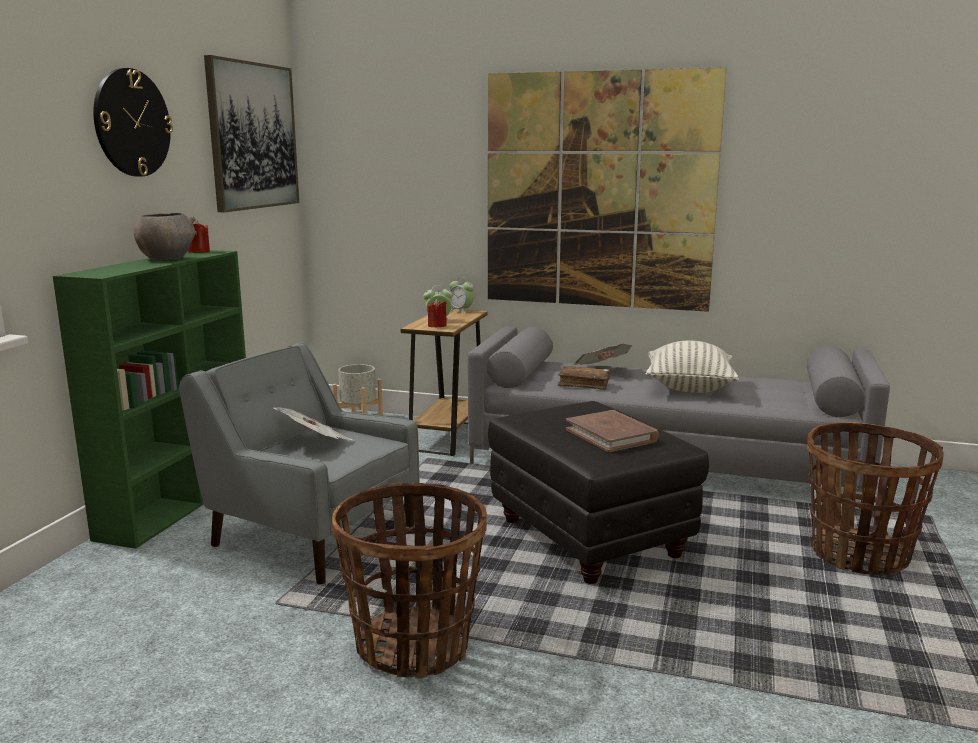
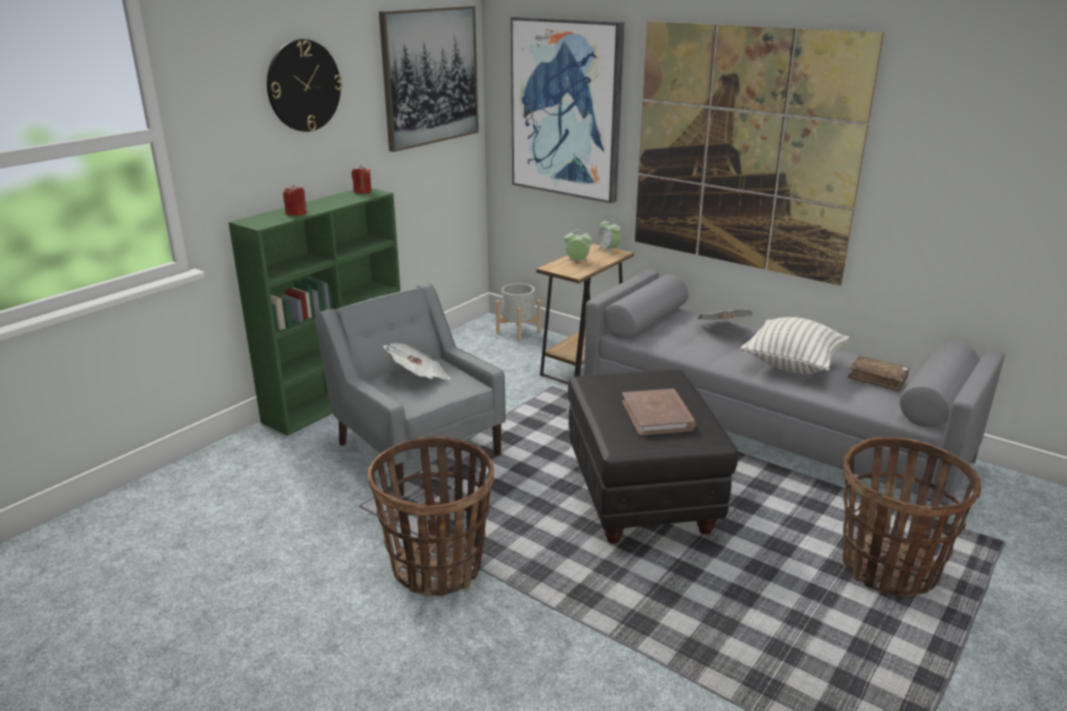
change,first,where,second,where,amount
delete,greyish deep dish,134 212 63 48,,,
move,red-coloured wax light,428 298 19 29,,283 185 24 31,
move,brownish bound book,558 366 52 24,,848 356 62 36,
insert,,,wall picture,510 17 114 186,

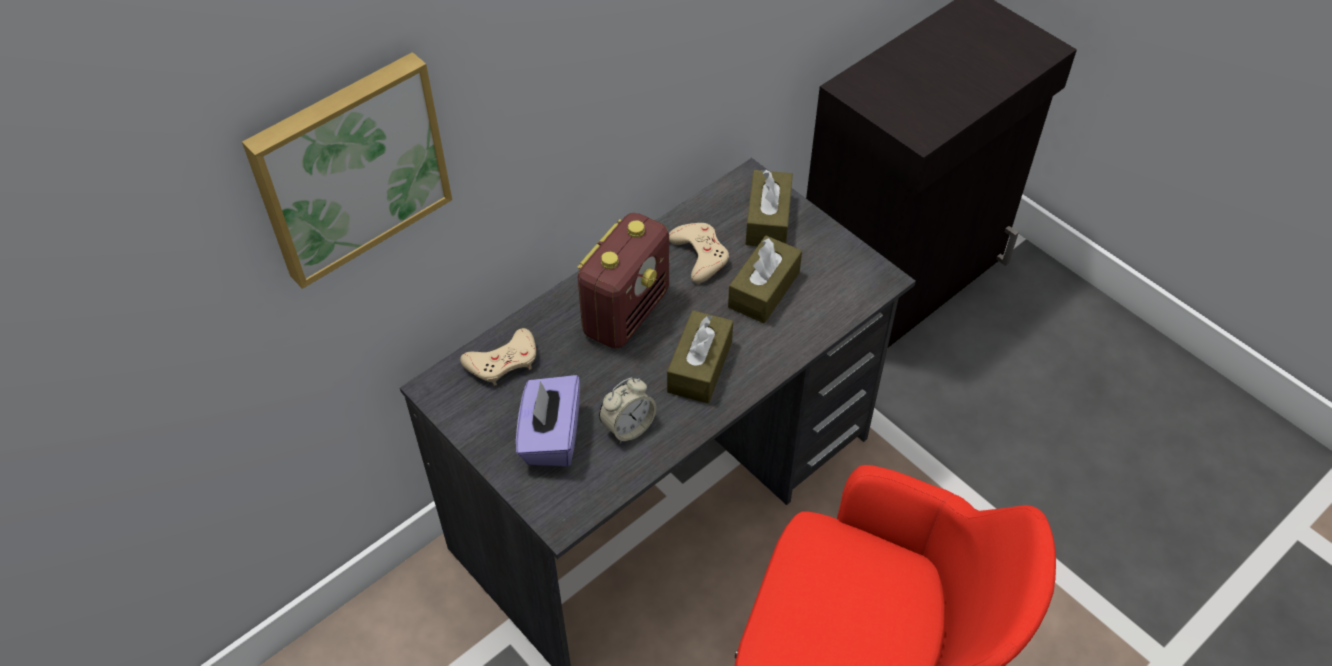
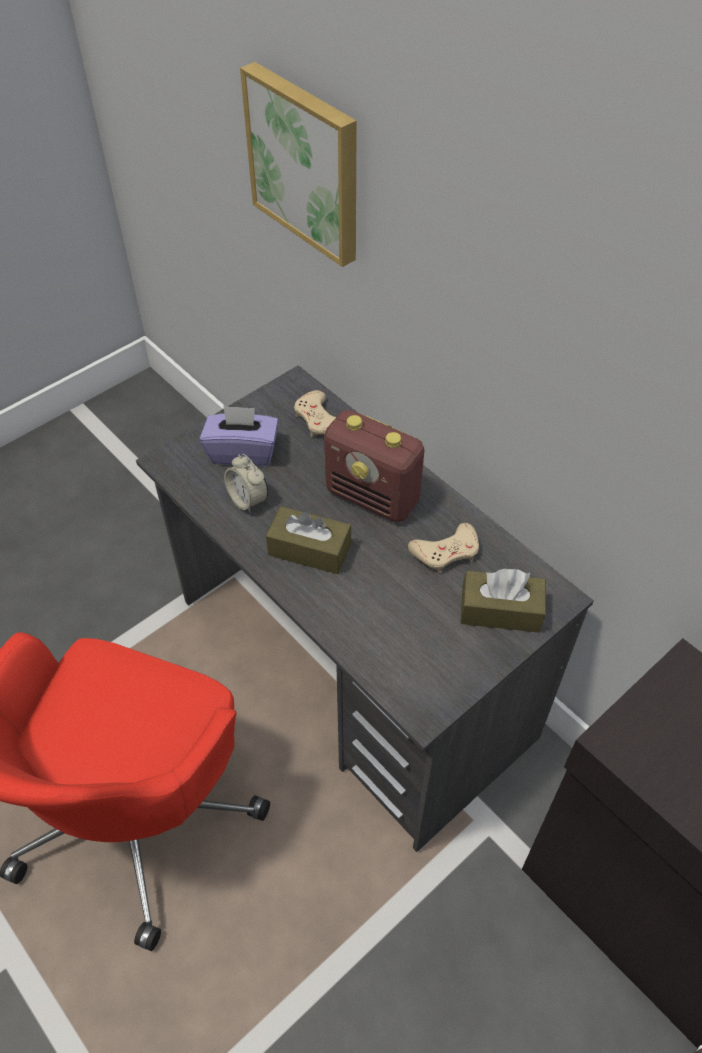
change,first,where,second,where,amount
delete,brownish box of tissues,728 236 74 87,,,

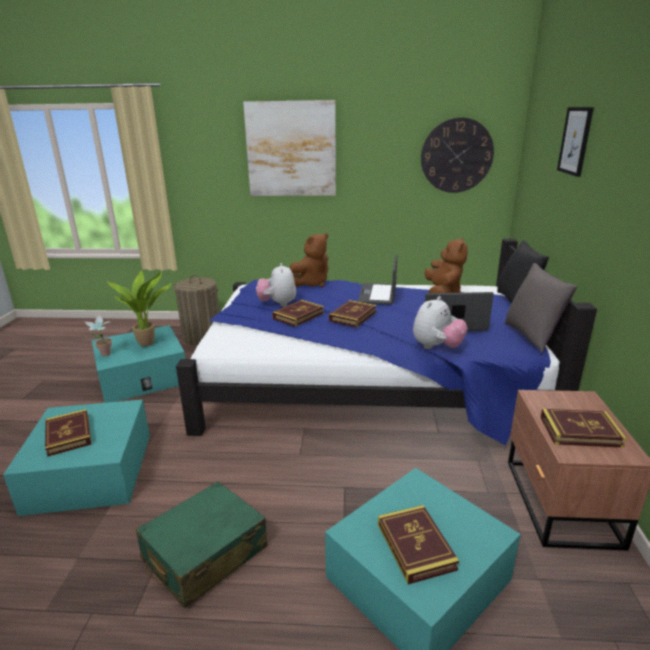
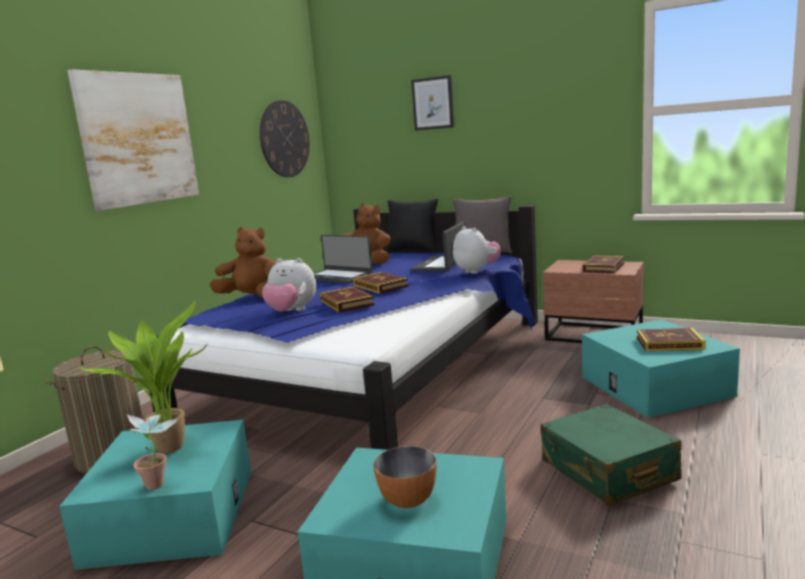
change,first,where,second,where,amount
rotate,brownish cuddly toy,290 233 38 54,,210 227 66 71,60 degrees counterclockwise
replace,bound book,45 409 47 48,deep dish,373 446 63 62,

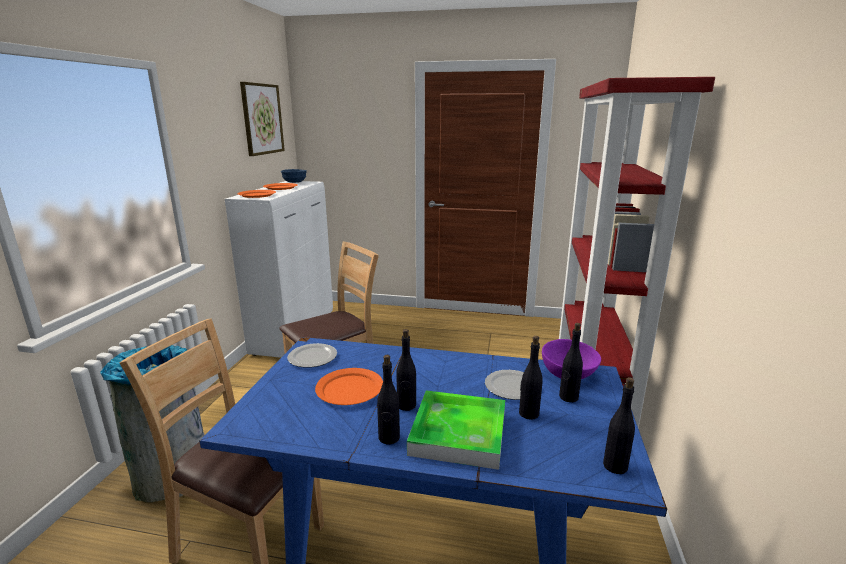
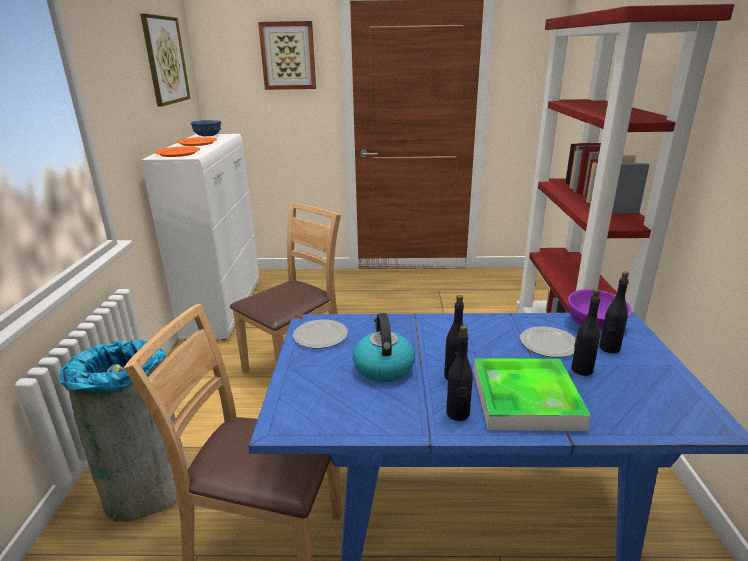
change,first,where,second,where,amount
replace,orange plate,315 368 68 37,kettle,353 313 62 69,
delete,blackish drink bottle,603 377 32 97,,,
insert,,,wall picture,258 21 58 69,

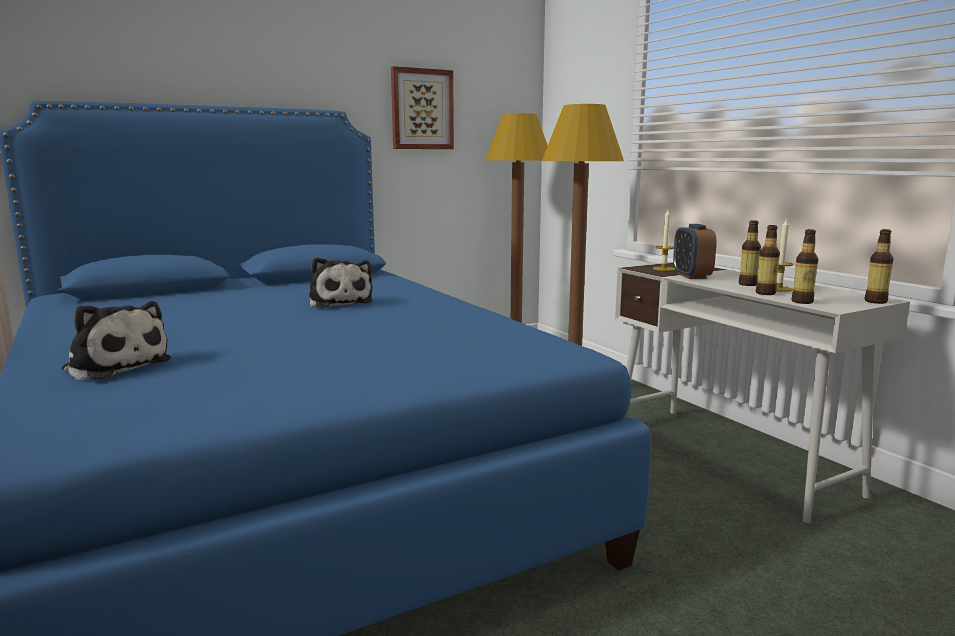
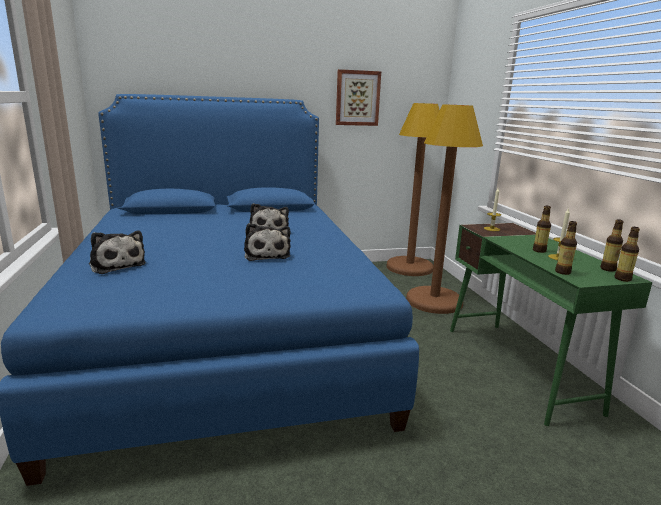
change,first,where,second,where,amount
delete,bedside clock,673 224 44 55,,,
move,drink bottle,756 225 24 70,,600 219 24 53,
recolor,white desk unit,615 262 295 261,green-coloured desk unit,450 223 202 203,
insert,,,cuddly toy,244 223 47 38,

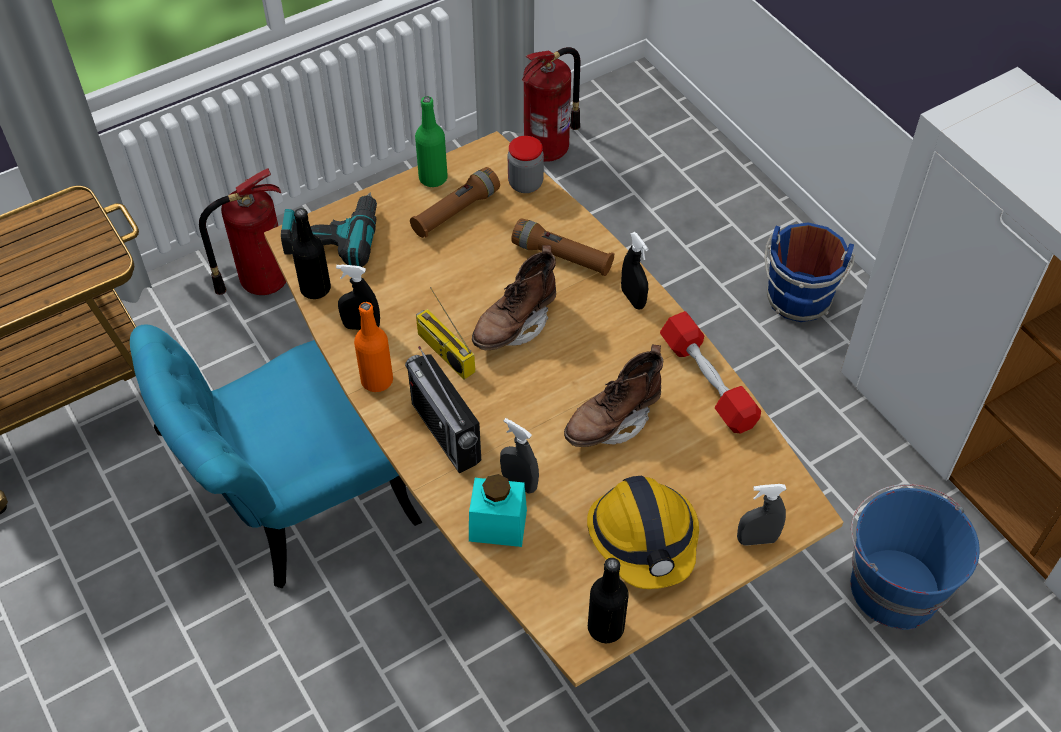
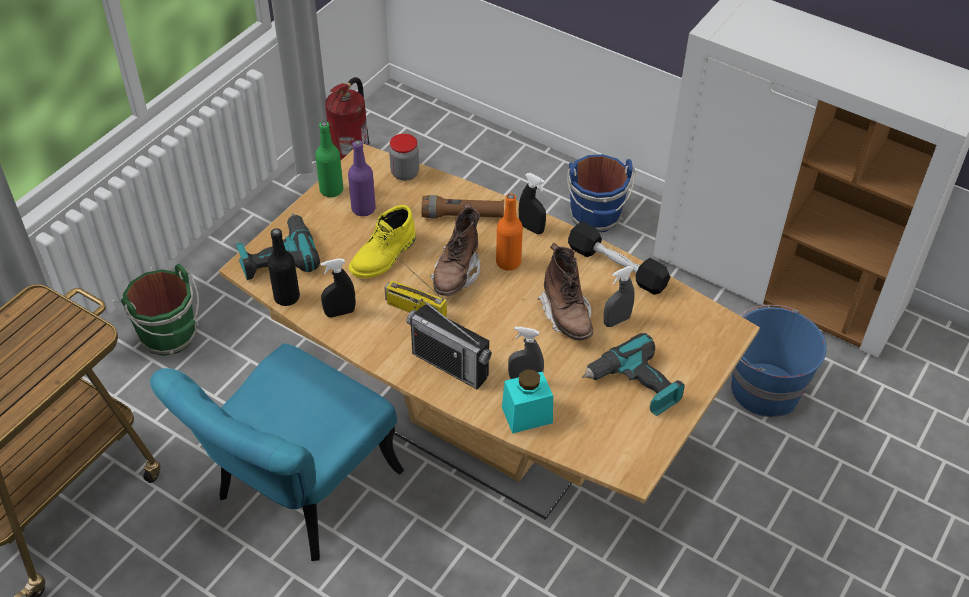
change,first,where,second,where,amount
replace,brownish torch,410 167 90 71,purple drink bottle,348 140 28 77,
replace,extinguisher,199 168 87 127,green-coloured pail,121 264 78 92,
move,orange drink bottle,354 302 39 90,,496 194 27 77,
recolor,red-coloured free weight,660 311 101 122,blackish free weight,568 221 102 74,
rotate,brownish boot,564 345 99 102,,538 243 55 97,45 degrees counterclockwise
replace,hard hat,587 476 112 113,drill,582 333 103 83,
move,greyish hand sprayer,737 484 49 62,,604 266 31 61,
delete,blackish drink bottle,588 558 41 85,,,
insert,,,yellow boot,349 205 67 73,

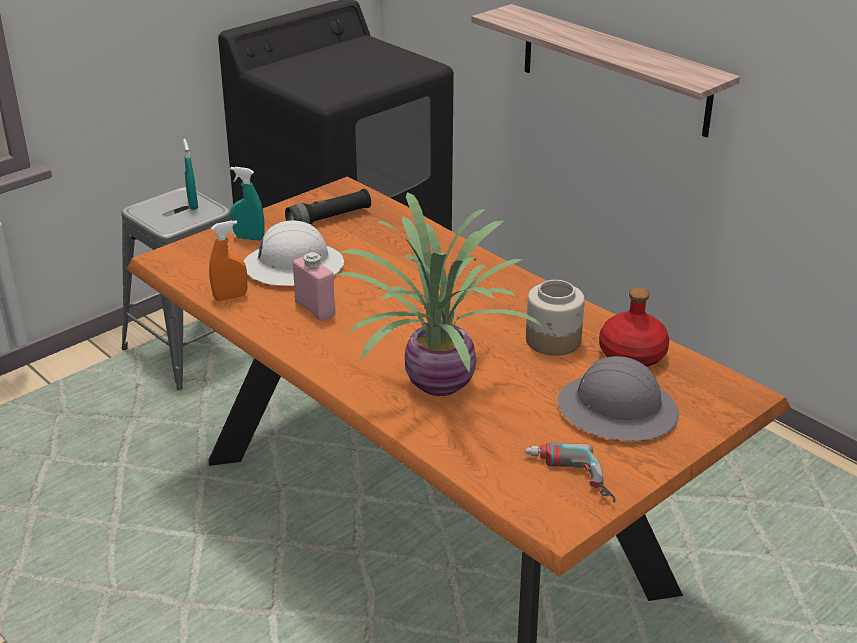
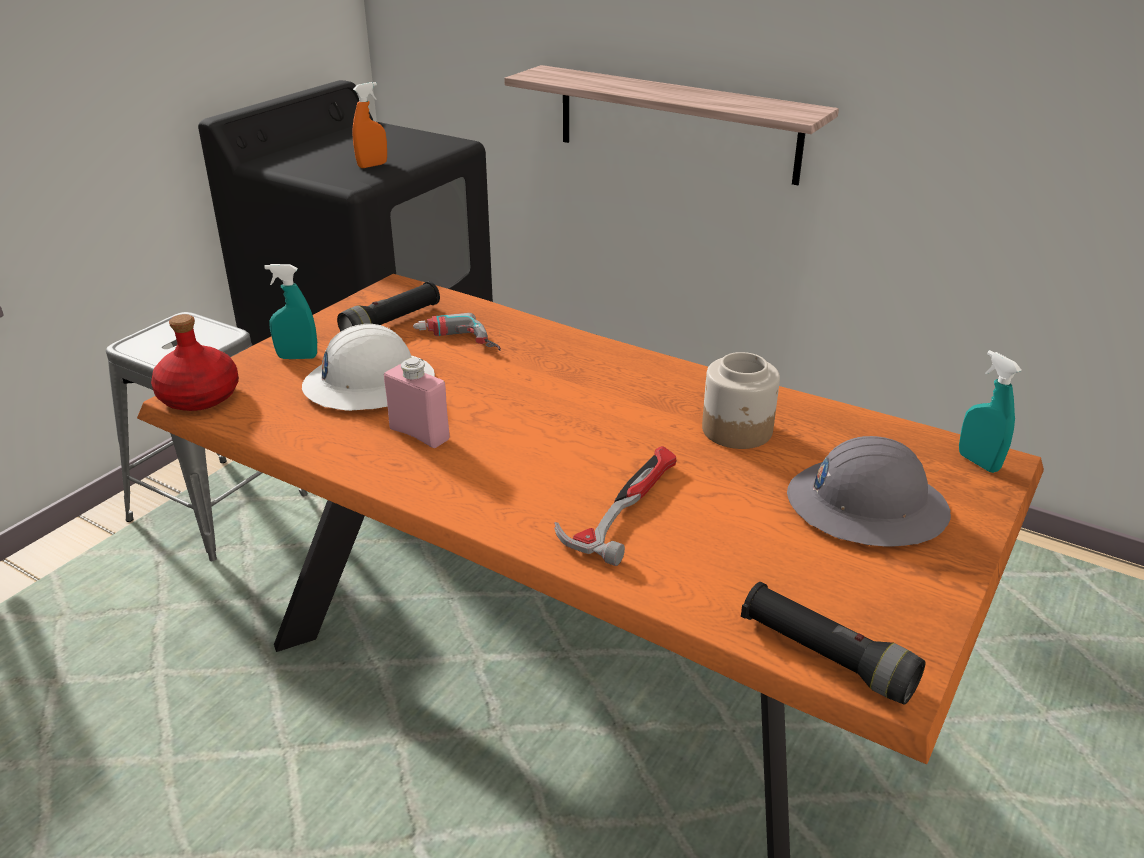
change,first,where,second,where,amount
move,blue-green hand sprayer,183 139 15 71,,959 350 63 123,
replace,houseplant,335 192 208 204,tool hammer,554 446 122 120,
move,orange hand sprayer,209 220 38 81,,352 82 35 86,
move,red-coloured drink bottle,599 288 70 79,,151 314 88 97,
move,drill,525 443 91 59,,413 313 88 38,
insert,,,blackish torch,741 582 185 122,

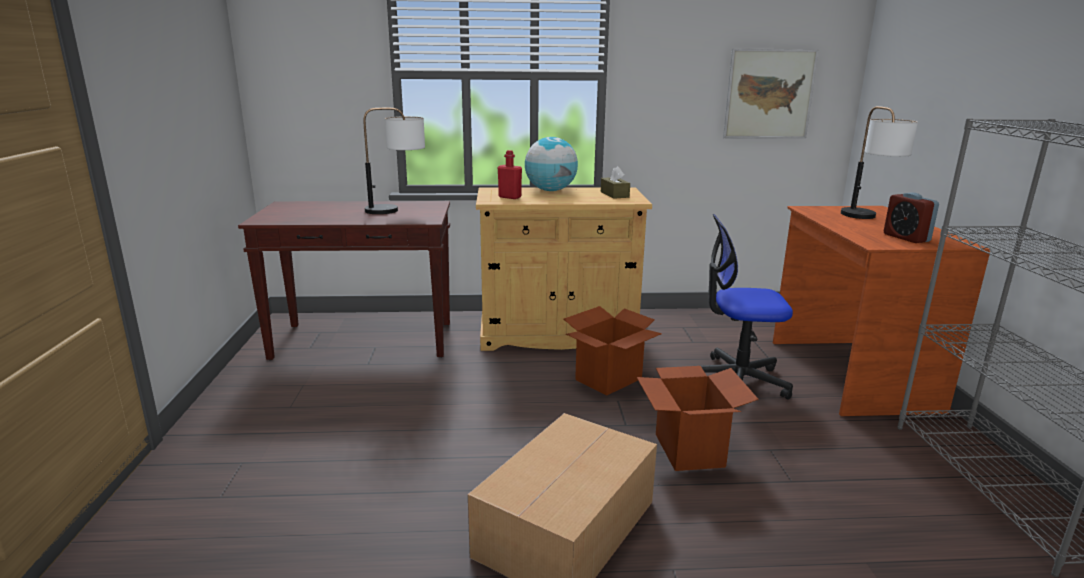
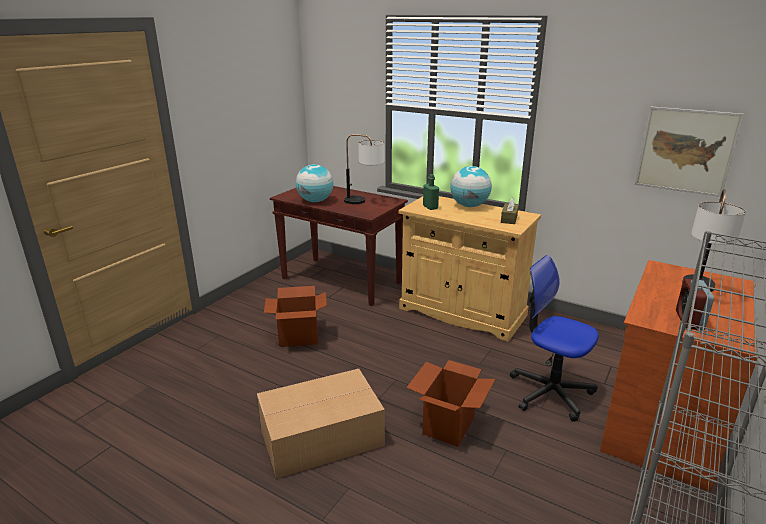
change,first,where,second,where,amount
recolor,red-coloured drink bottle,498 150 24 49,green-coloured drink bottle,423 174 16 36,
move,packing box,564 306 98 90,,264 286 63 61,
insert,,,globe,296 164 37 38,

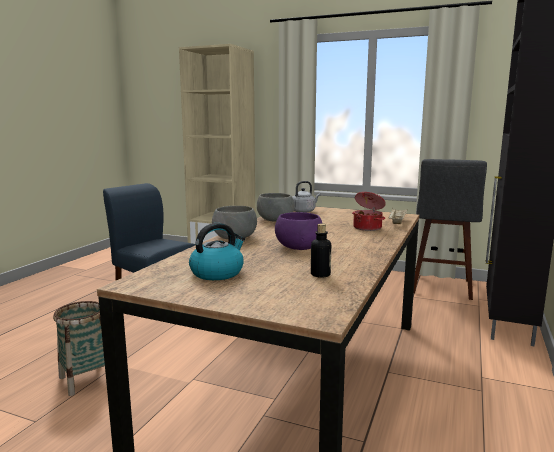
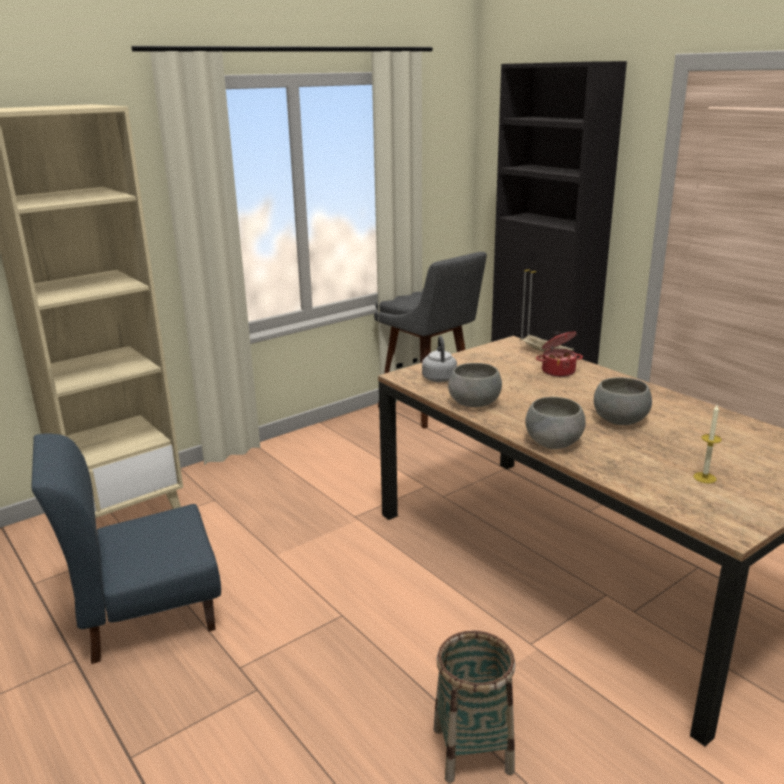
change,first,where,second,where,amount
recolor,purple deep dish,275 212 48 38,greyish deep dish,594 377 58 48,
replace,kettle,189 223 56 57,wax light,694 405 28 78,
delete,drink bottle,311 224 20 54,,,

